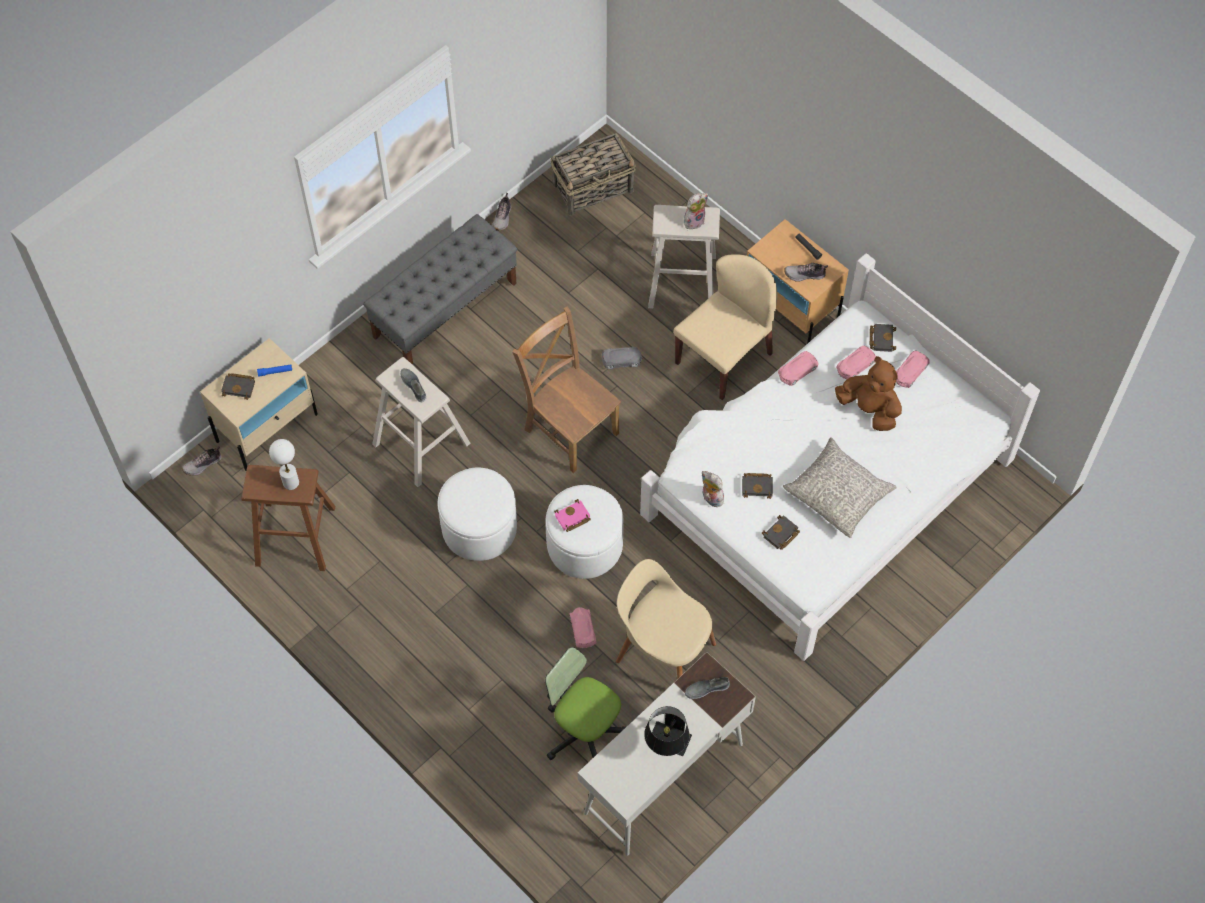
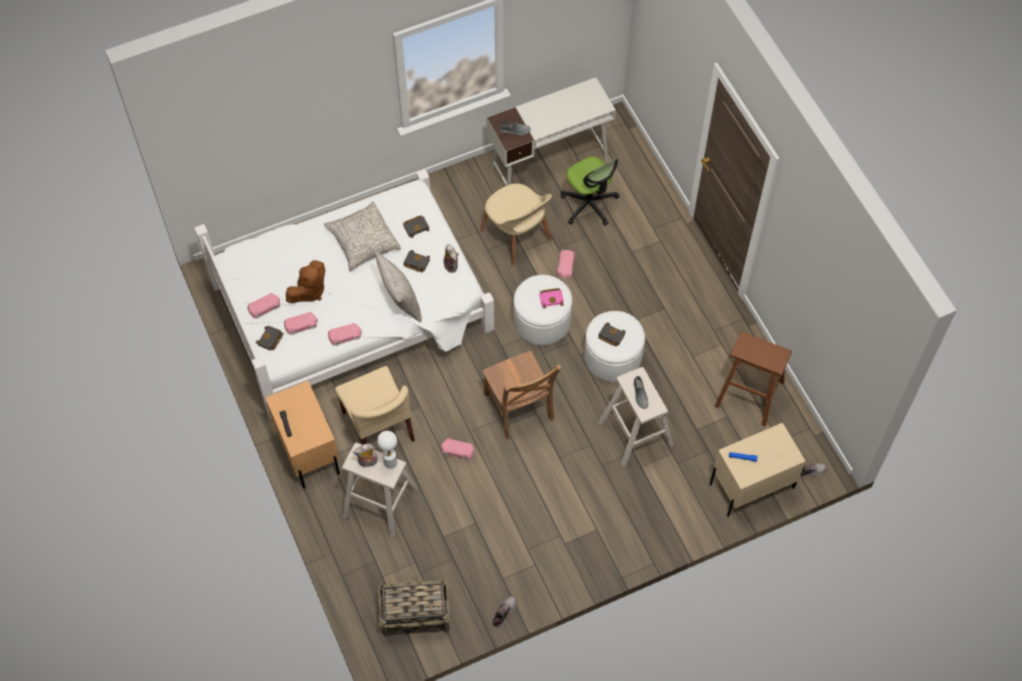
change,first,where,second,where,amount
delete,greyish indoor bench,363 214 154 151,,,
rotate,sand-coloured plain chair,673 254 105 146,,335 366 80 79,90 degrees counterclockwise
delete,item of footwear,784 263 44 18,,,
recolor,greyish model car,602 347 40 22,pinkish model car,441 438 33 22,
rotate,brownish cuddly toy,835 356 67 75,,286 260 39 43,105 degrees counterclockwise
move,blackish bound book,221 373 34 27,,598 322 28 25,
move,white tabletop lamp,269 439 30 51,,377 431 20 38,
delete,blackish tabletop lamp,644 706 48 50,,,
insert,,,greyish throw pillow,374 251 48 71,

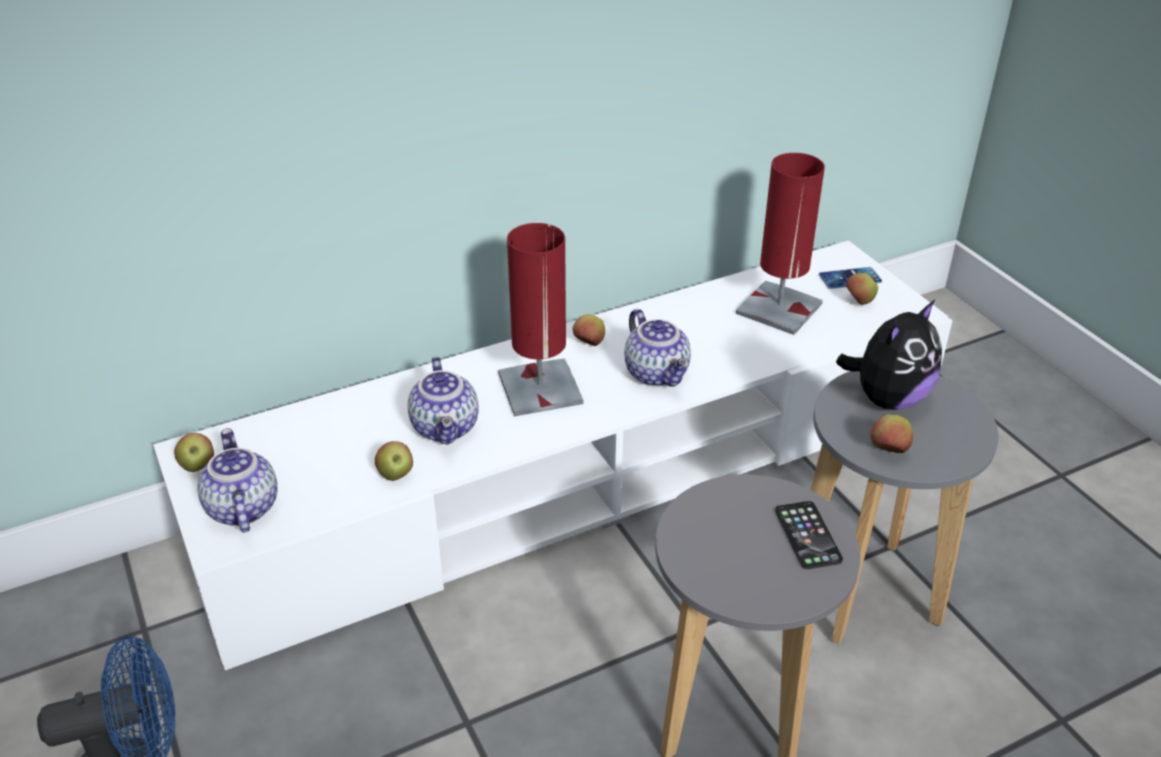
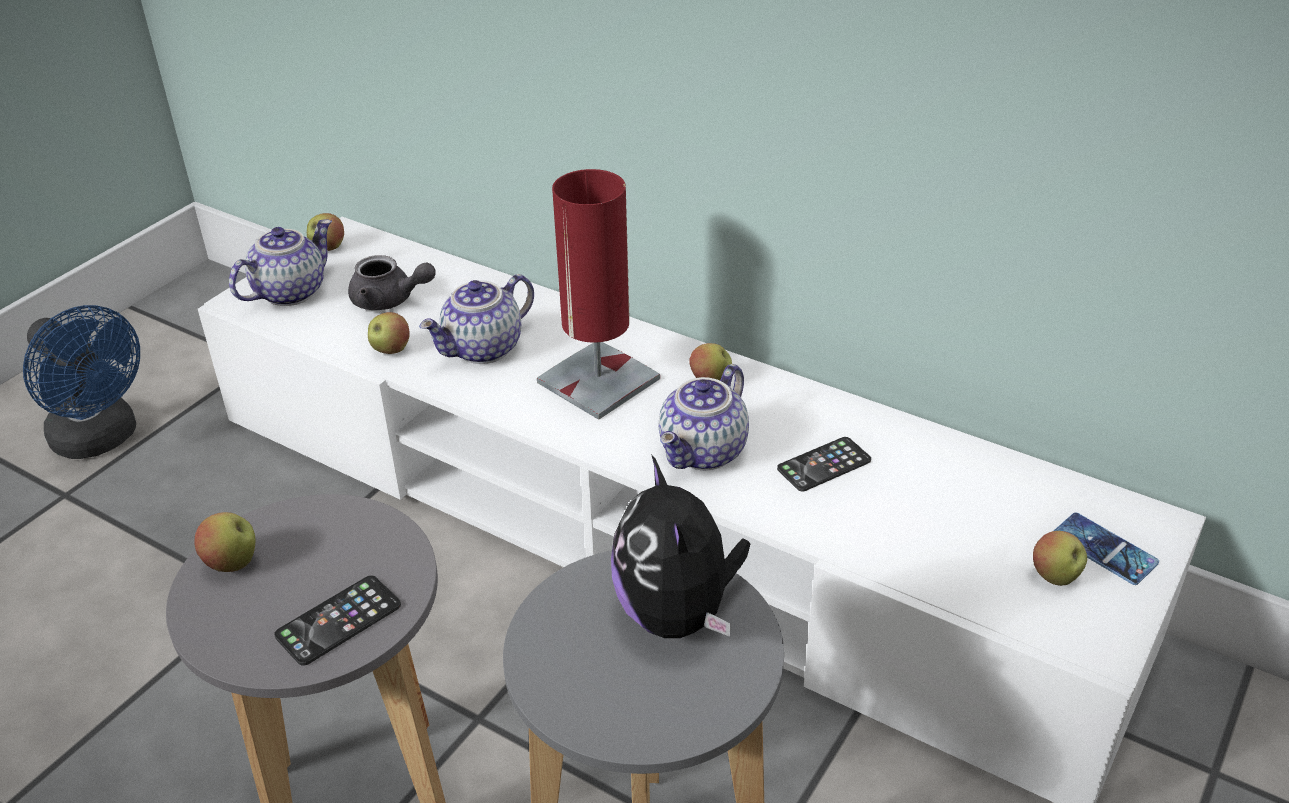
change,first,where,second,where,amount
delete,red-coloured tabletop lamp,736 153 89 182,,,
rotate,cuddly toy,836 300 106 110,,611 454 140 184,60 degrees clockwise
move,whole apple,870 414 43 39,,194 512 61 60,
insert,,,greyish teapot,348 255 88 55,
insert,,,telephone,777 437 94 55,

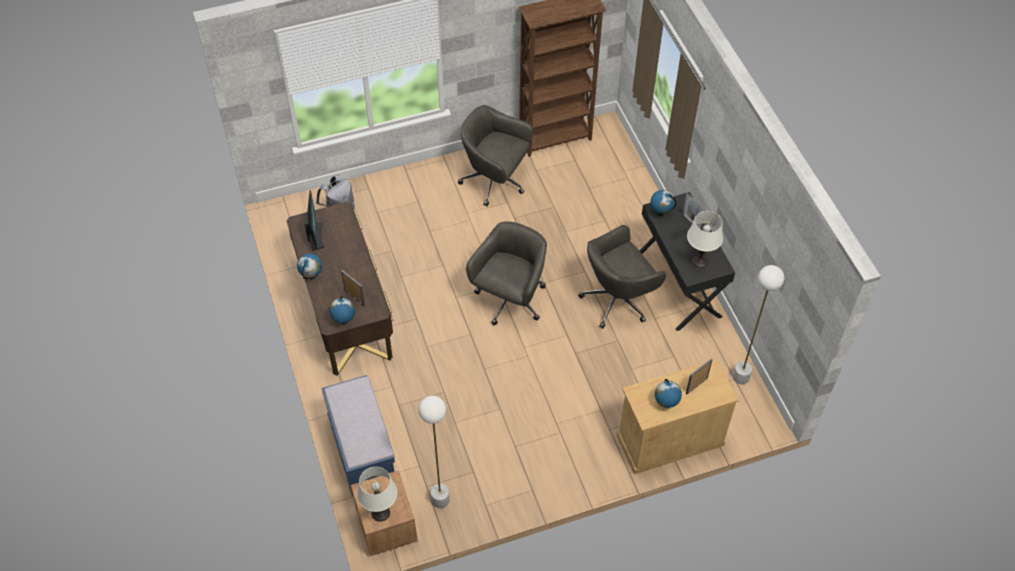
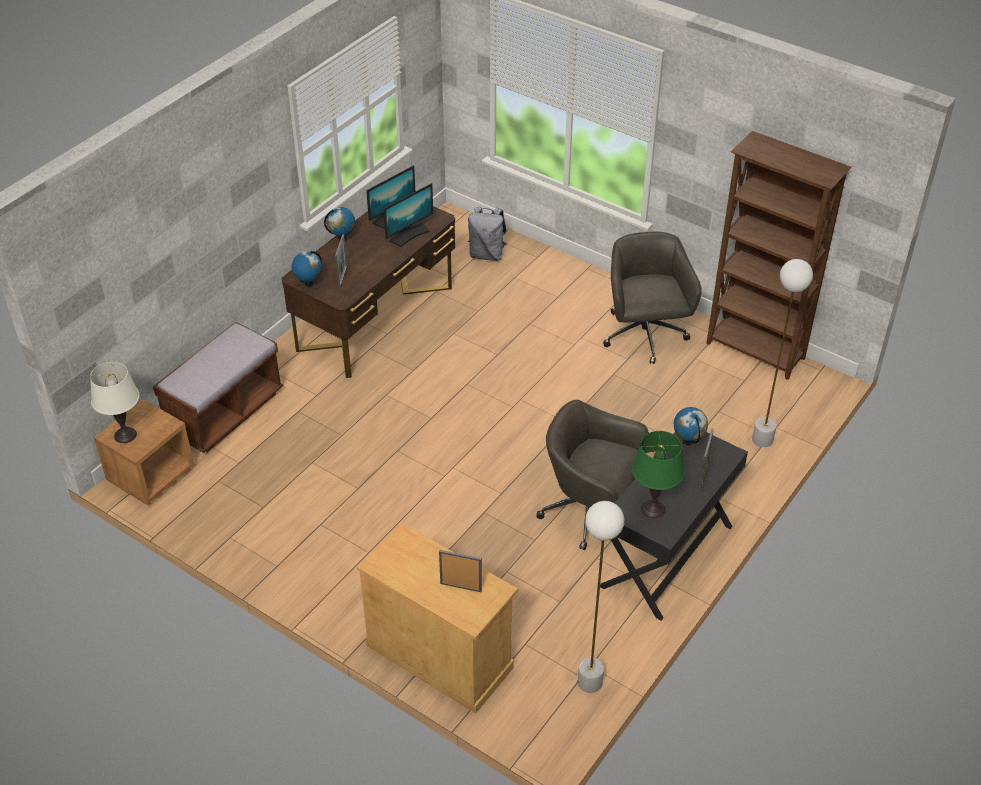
change,first,where,second,where,amount
recolor,white tabletop lamp,687 211 36 57,green-coloured tabletop lamp,632 431 52 87,
delete,greyish computer chair,466 221 81 104,,,
recolor,blue-coloured indoor bench,321 375 74 121,brownish indoor bench,153 322 130 131,
delete,globe,655 379 27 29,,,
move,white standard lamp,418 396 32 112,,752 259 61 188,
insert,,,computer screen,383 183 50 64,

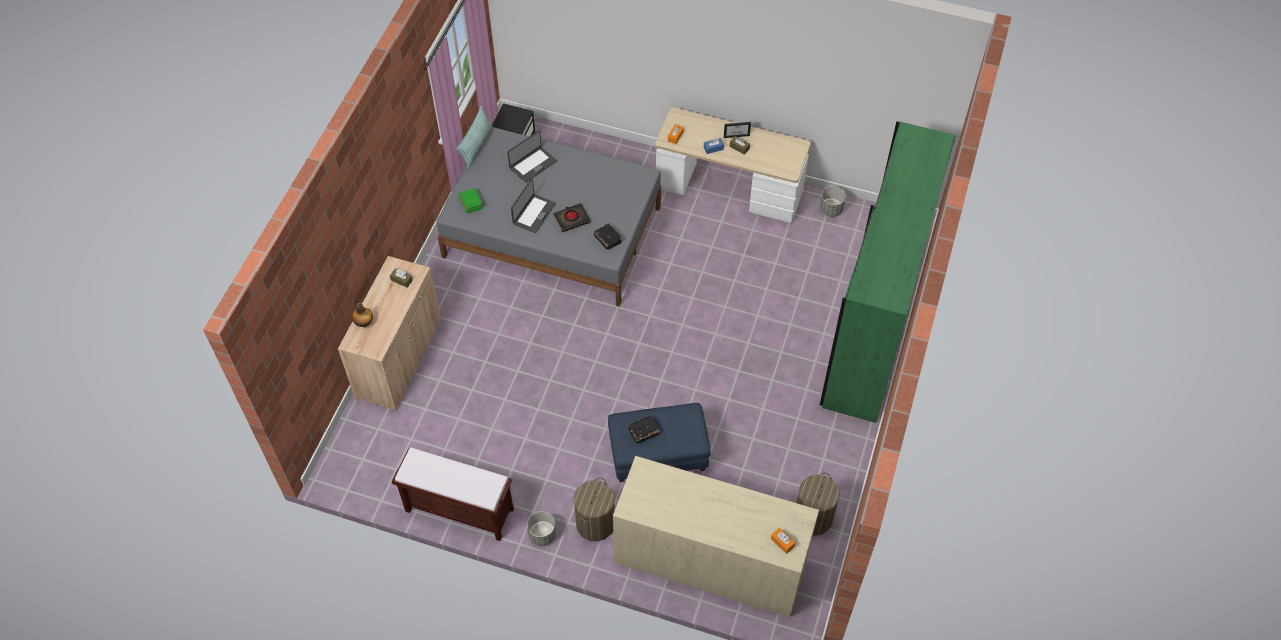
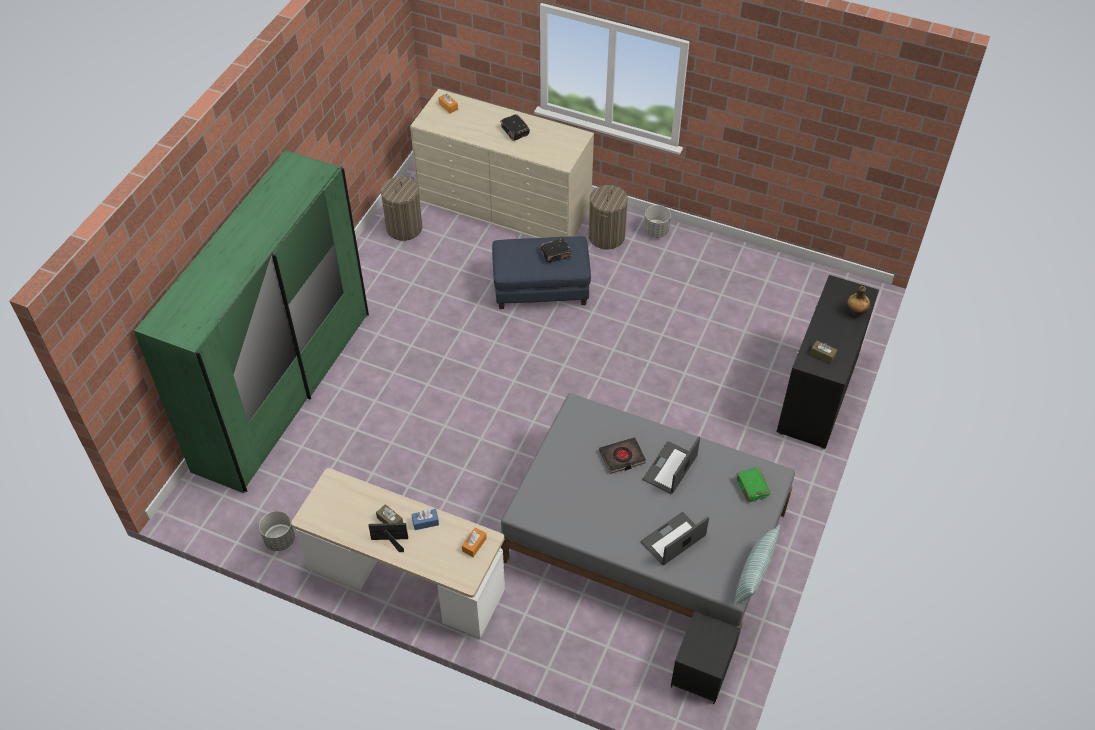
change,first,where,second,where,amount
move,blackish bound book,594 223 28 27,,500 114 30 27,
recolor,sand-coloured cupboard,338 256 103 154,blackish cupboard,777 275 102 174,
delete,brownish indoor bench,392 447 122 94,,,

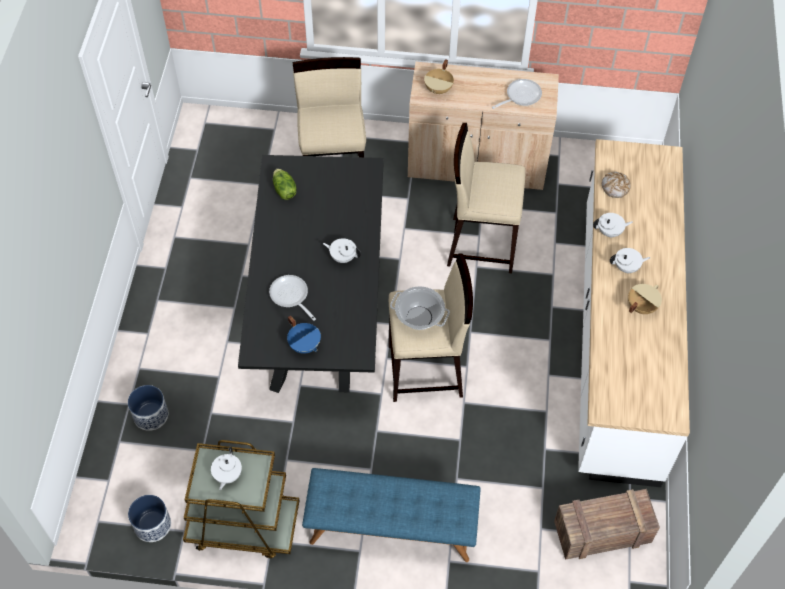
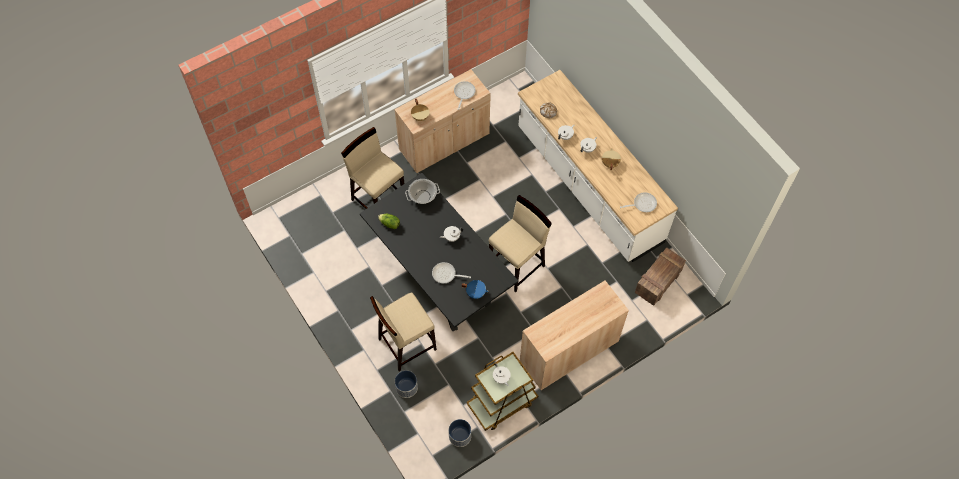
change,first,where,second,where,amount
move,sand-coloured stool,447 123 78 151,,370 292 67 79,
move,cooking pot,390 286 60 44,,405 179 35 25,
replace,blue-coloured indoor bench,302 468 179 94,sand-coloured cupboard,520 280 109 110,
insert,,,frying pan,620 192 37 20,

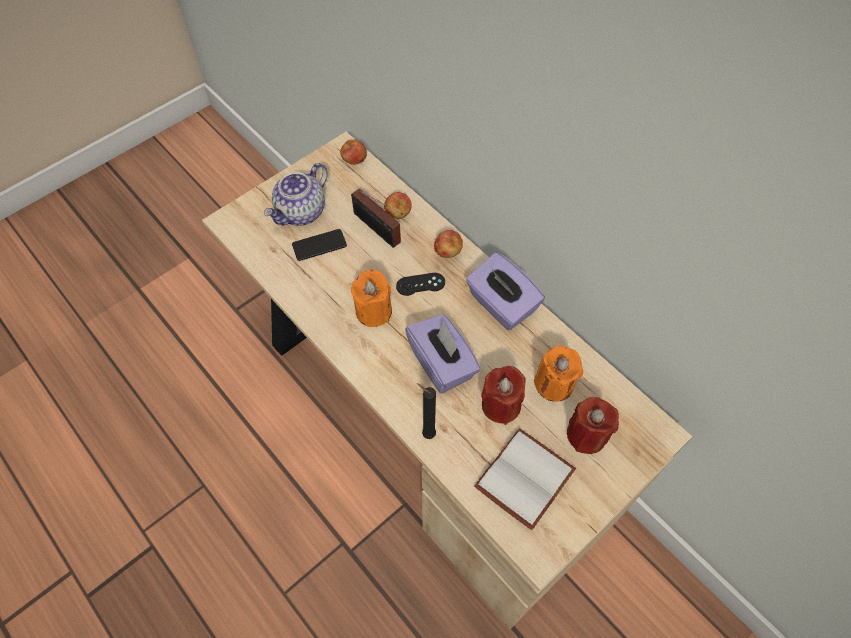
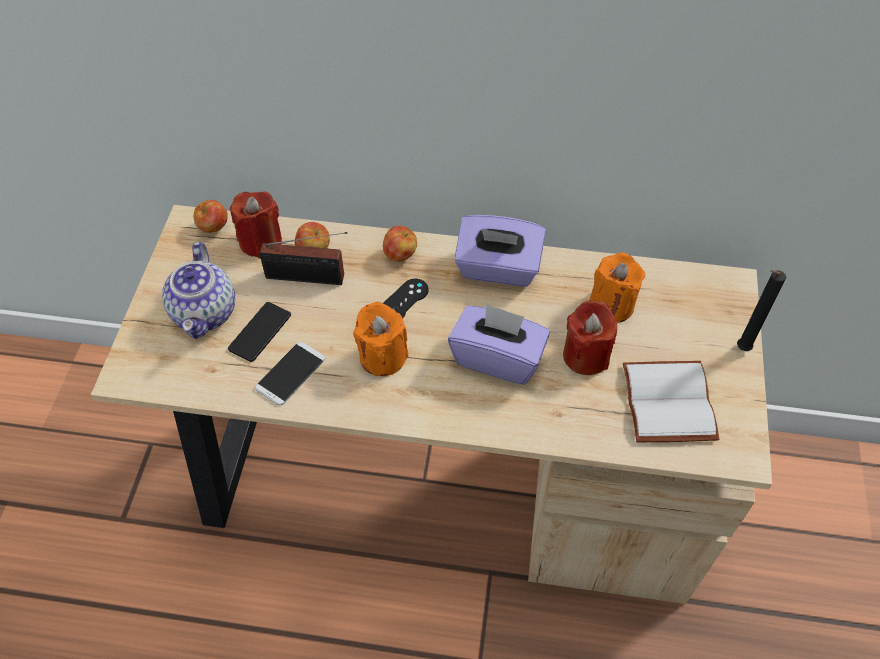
change,first,where,second,where,amount
move,blackish wax light,417 383 19 56,,737 270 49 81,
move,red-coloured wax light,567 397 52 57,,230 192 52 66,
insert,,,telephone,255 342 70 63,

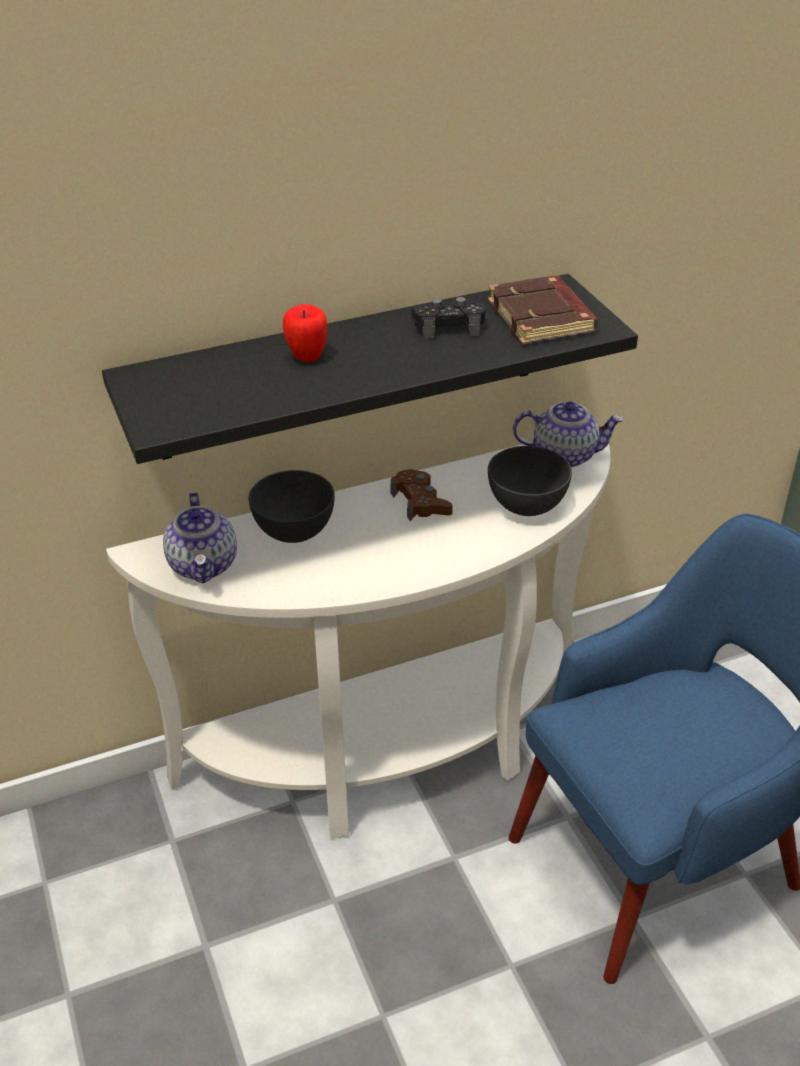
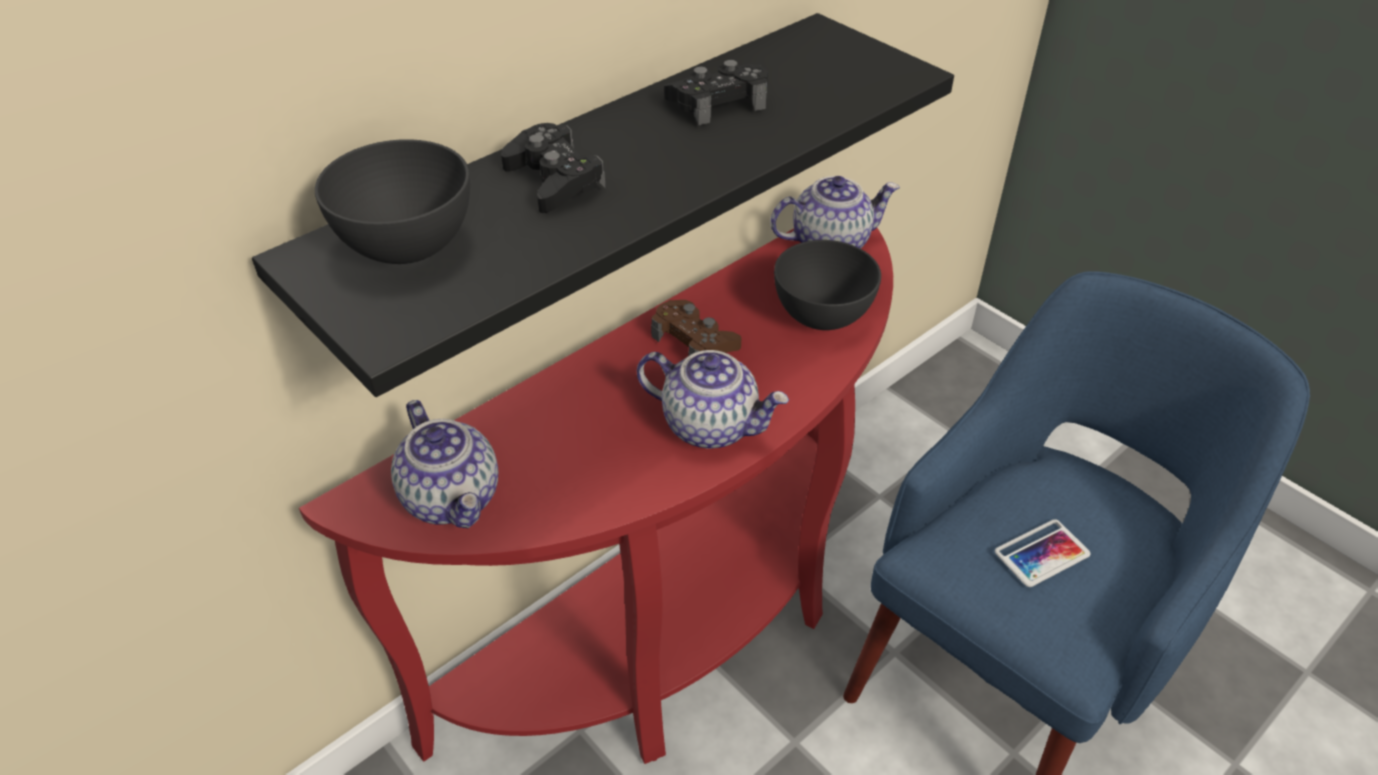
change,first,where,second,where,amount
delete,brownish bound book,488 276 110 69,,,
replace,whole apple,283 304 44 58,blackish gamepad,501 123 105 90,
recolor,white narrow table,106 443 505 395,red-coloured narrow table,299 228 594 536,
move,greyish deep dish,249 470 86 73,,315 139 155 125,
insert,,,teapot,637 350 152 98,
insert,,,telephone,995 519 95 68,

